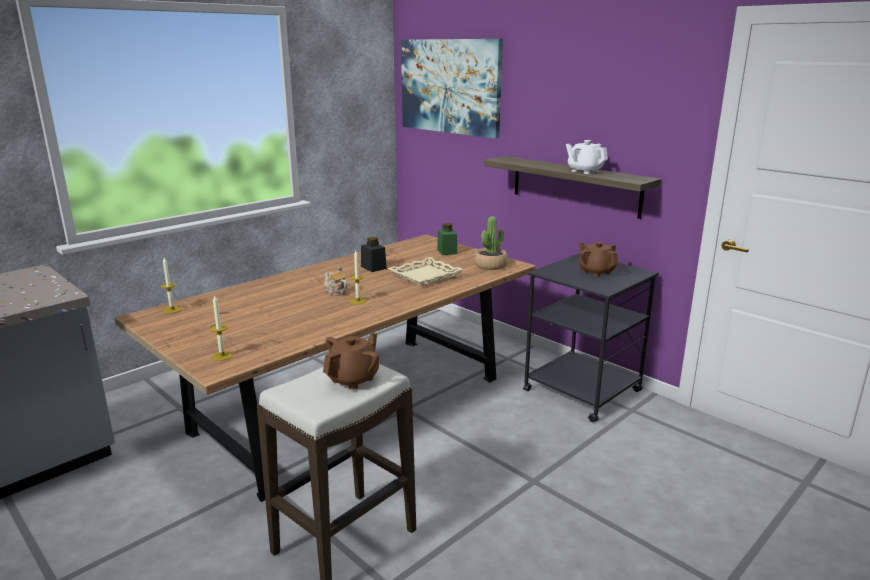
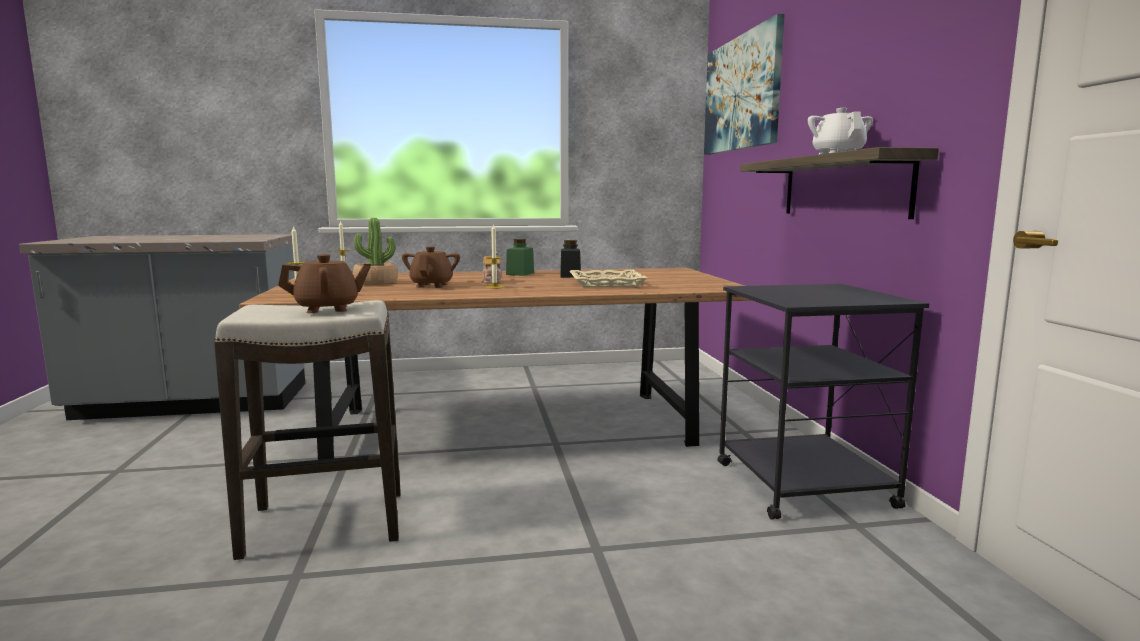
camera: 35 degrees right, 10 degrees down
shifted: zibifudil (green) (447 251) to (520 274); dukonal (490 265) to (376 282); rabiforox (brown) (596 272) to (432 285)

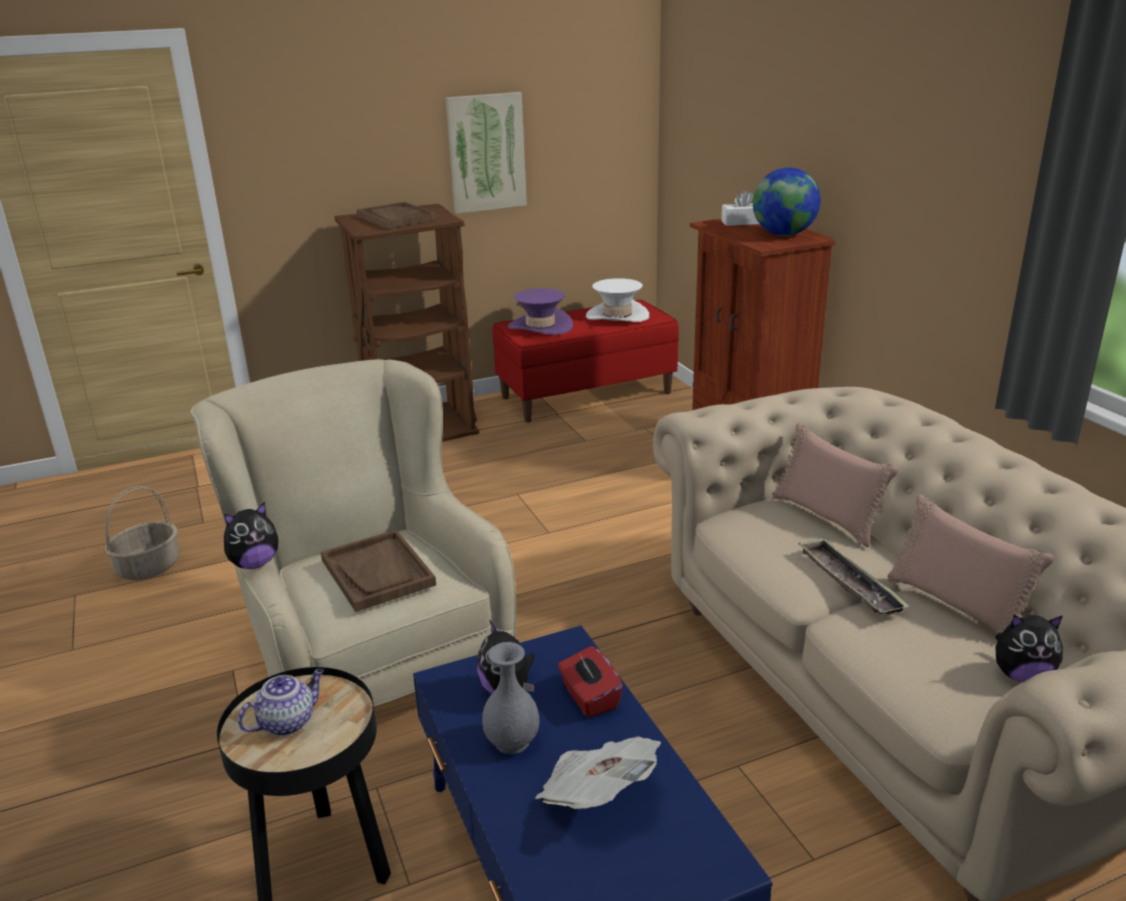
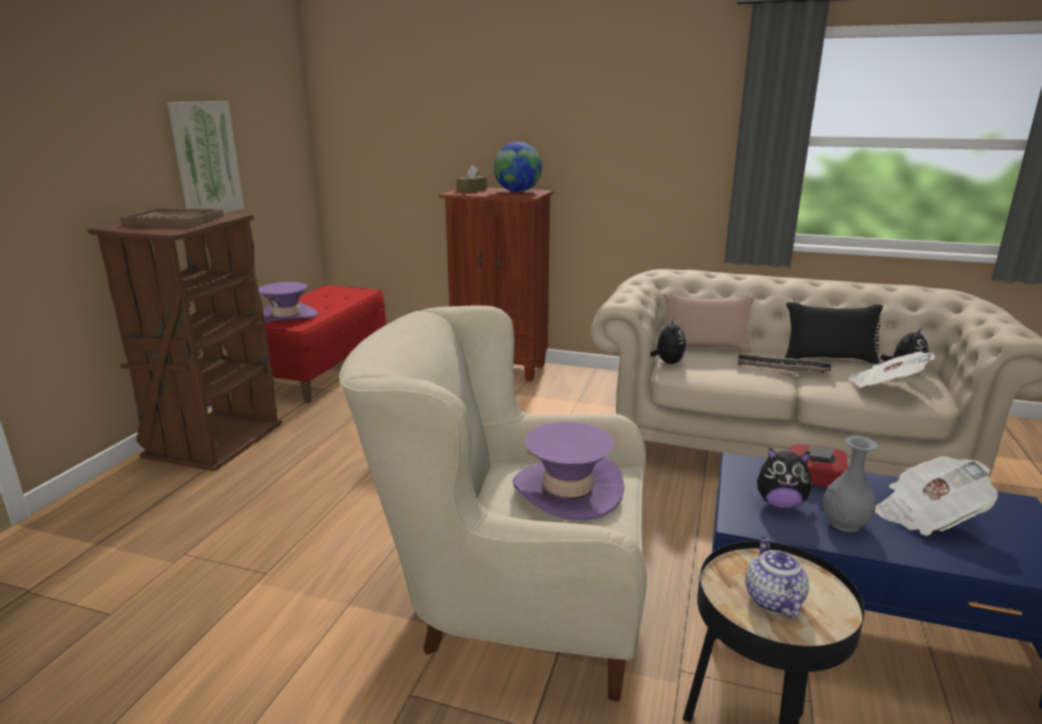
camera: 50 degrees left, 5 degrees down
gone: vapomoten (149 567); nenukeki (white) (617 316)
new: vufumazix (884 386)
shifted: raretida (254 563) to (667 362)
swapped: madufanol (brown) (378 573) to nenukeki (purple) (567 490)
repainted: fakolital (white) (742 222) to fakolital (brown) (471 190); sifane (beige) (957 606) to sifane (black) (828 359)

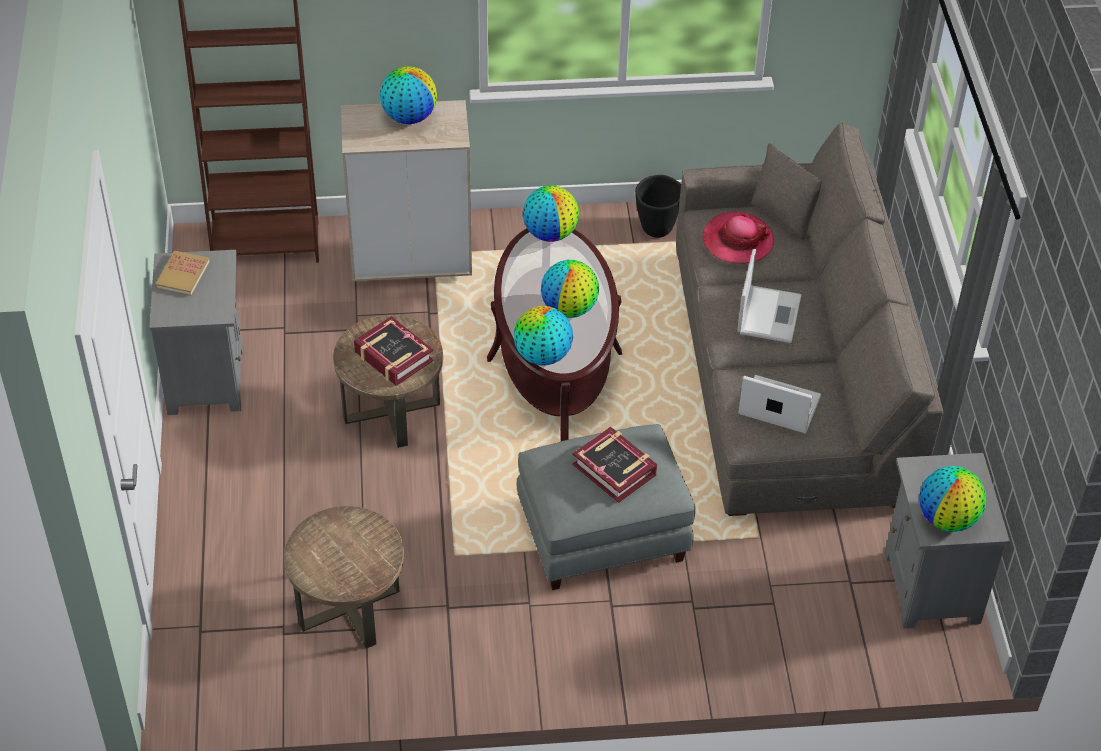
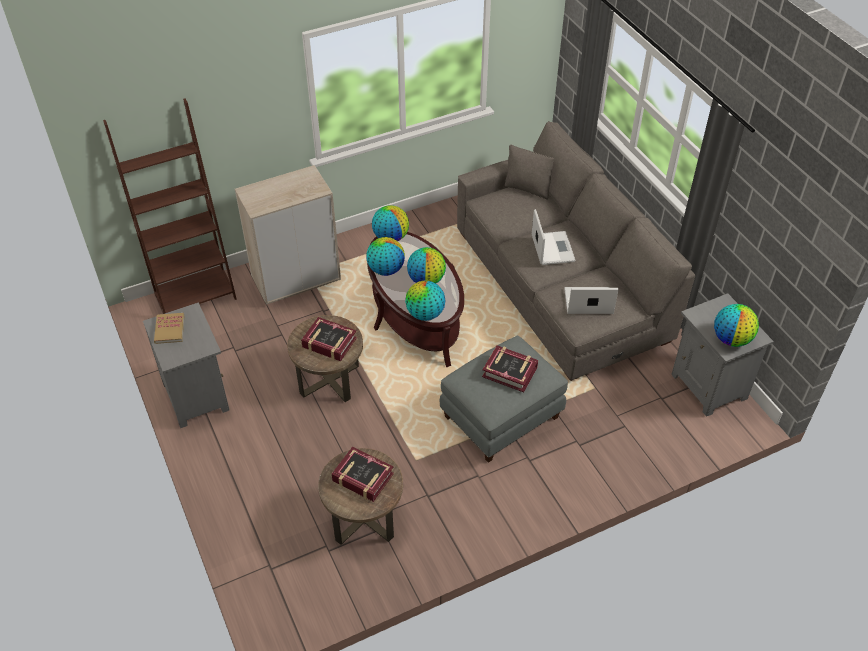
camera: 20 degrees left, 0 degrees up
gone: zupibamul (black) (656 229); nenukeki (737 241)
new: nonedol (362 478)
shifted: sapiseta (409 117) to (386 270)

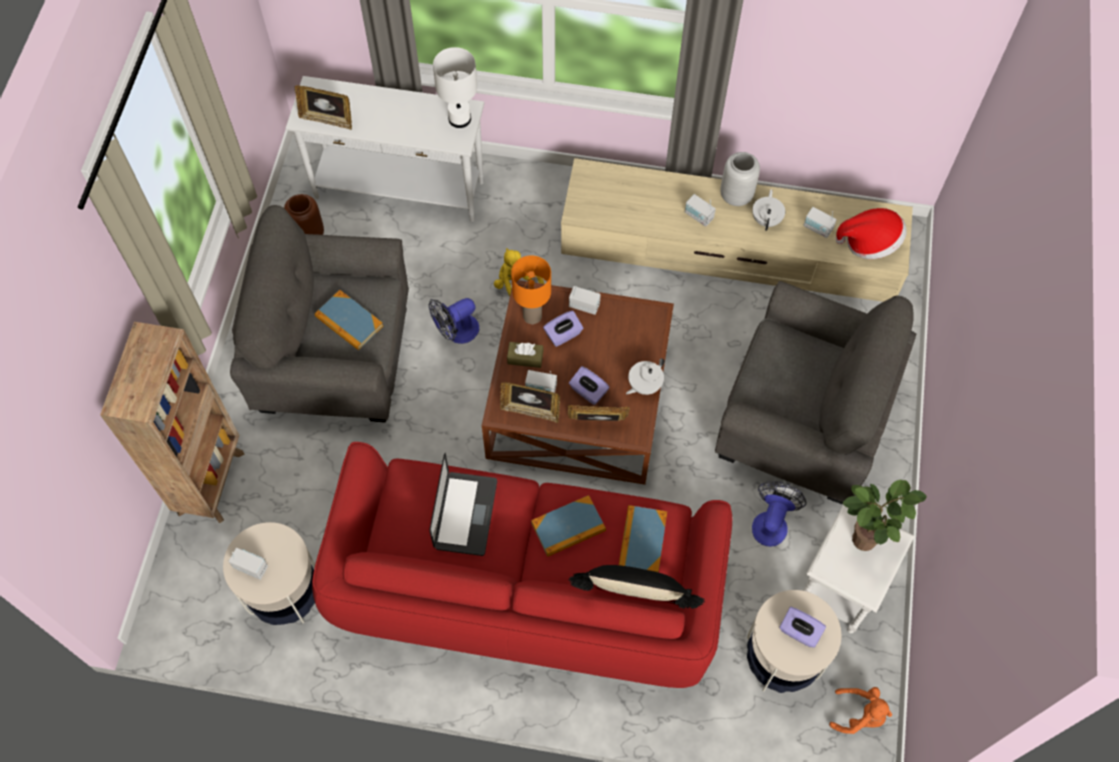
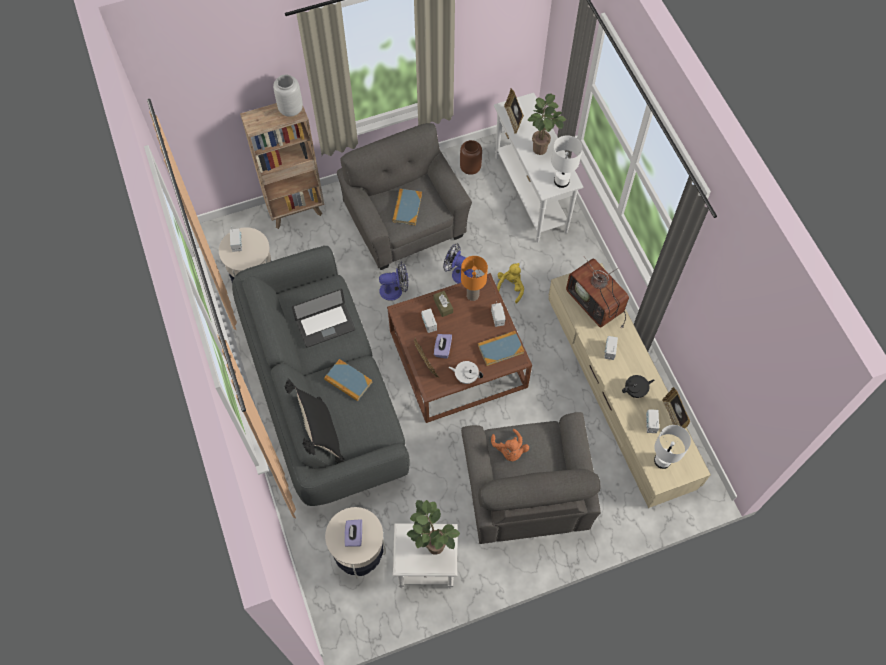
camera: 60 degrees right, 0 degrees up
gone: fakolital (purple) (563 335)
new: dukonal (541 151); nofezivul (597 303)
shifted: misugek (530 410) to (673 416); nonedol (642 540) to (500 349); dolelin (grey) (736 195) to (291 109); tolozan (771 522) to (395 290); raretida (orange) (859 714) to (509 450)
swapped: nenukeki (869 242) to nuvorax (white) (662 460)
repainted: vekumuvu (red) (526 588) to vekumuvu (grey) (324 393); rabiforox (white) (766 219) to rabiforox (black) (635 391)

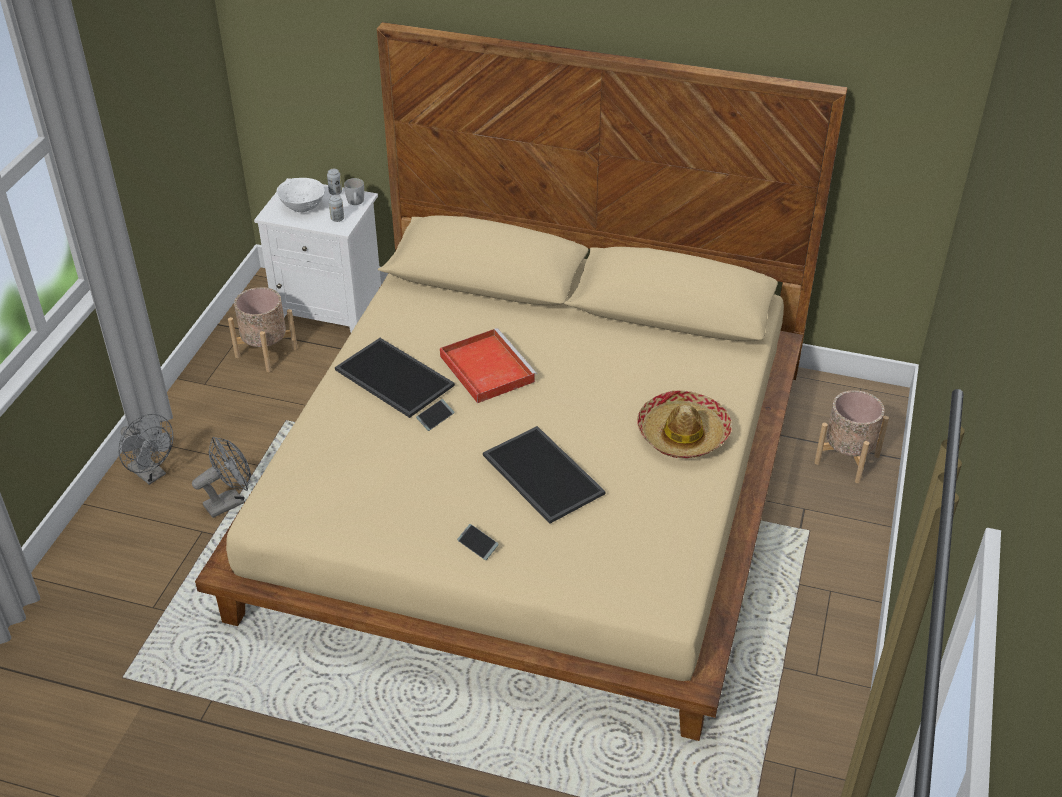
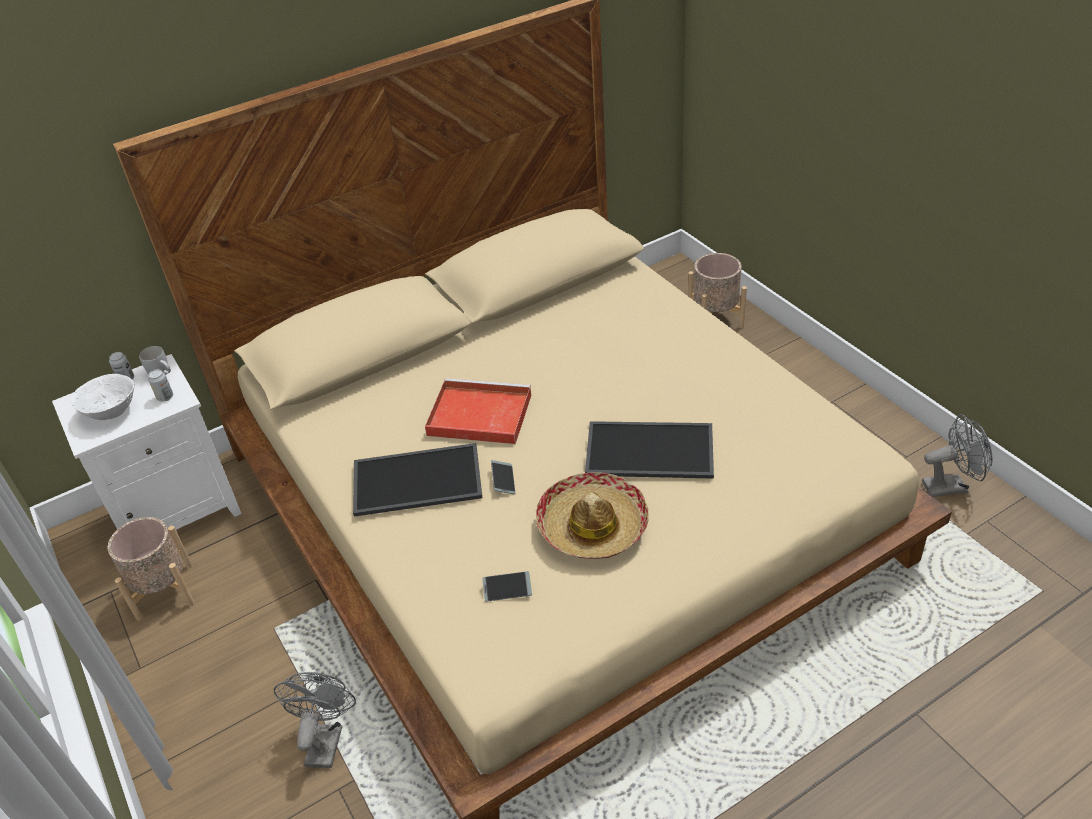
camera: 45 degrees left, 0 degrees up
shifted: tolozan (grey) (151 474) to (951 486); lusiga (477 545) to (507 589); nenukeki (683 434) to (592 526)

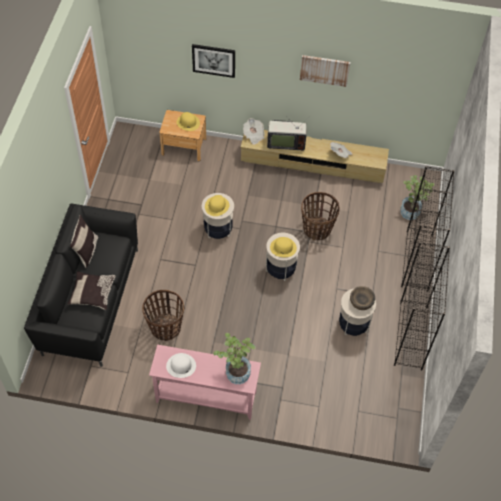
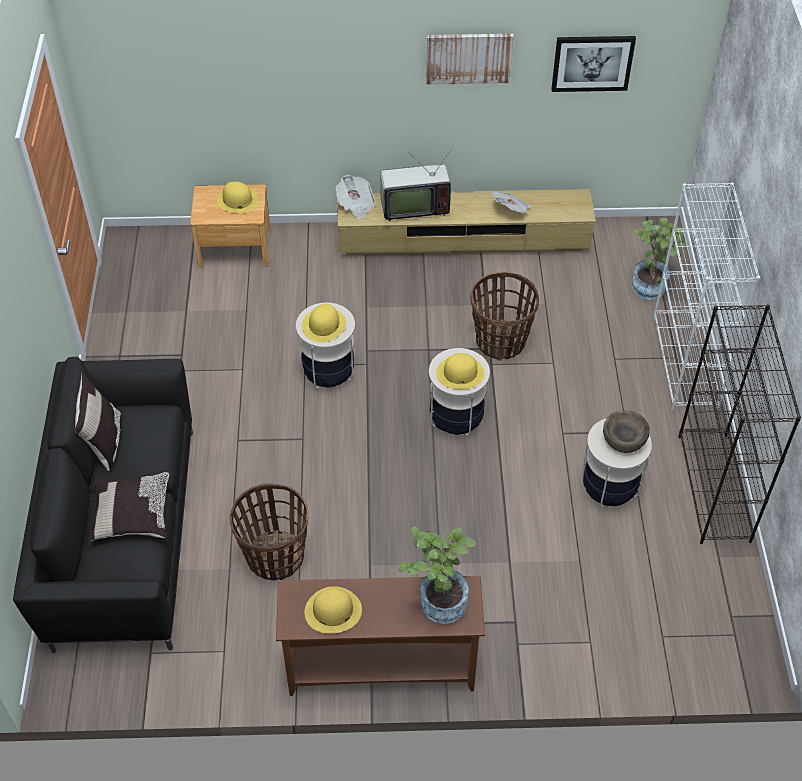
camera: 10 degrees left, 5 degrees down
shifted: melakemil (214 60) to (592 63)
repainted: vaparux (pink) (205 397) to vaparux (brown) (380 667); nenukeki (white) (181 366) to nenukeki (yellow) (333 611); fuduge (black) (417 260) to fuduge (white) (685 362)

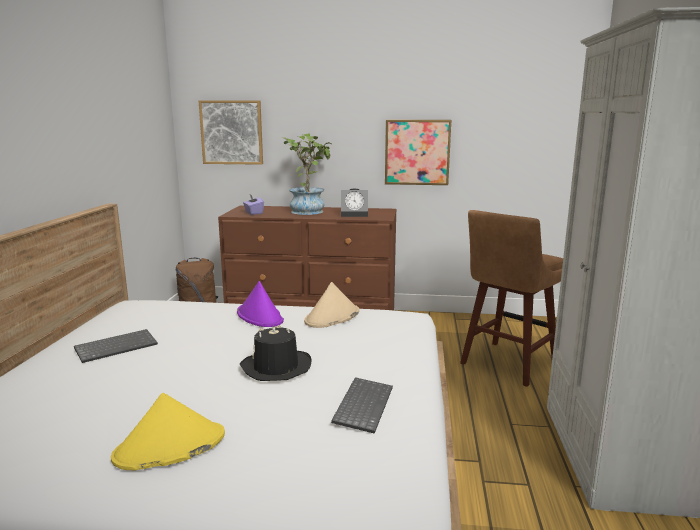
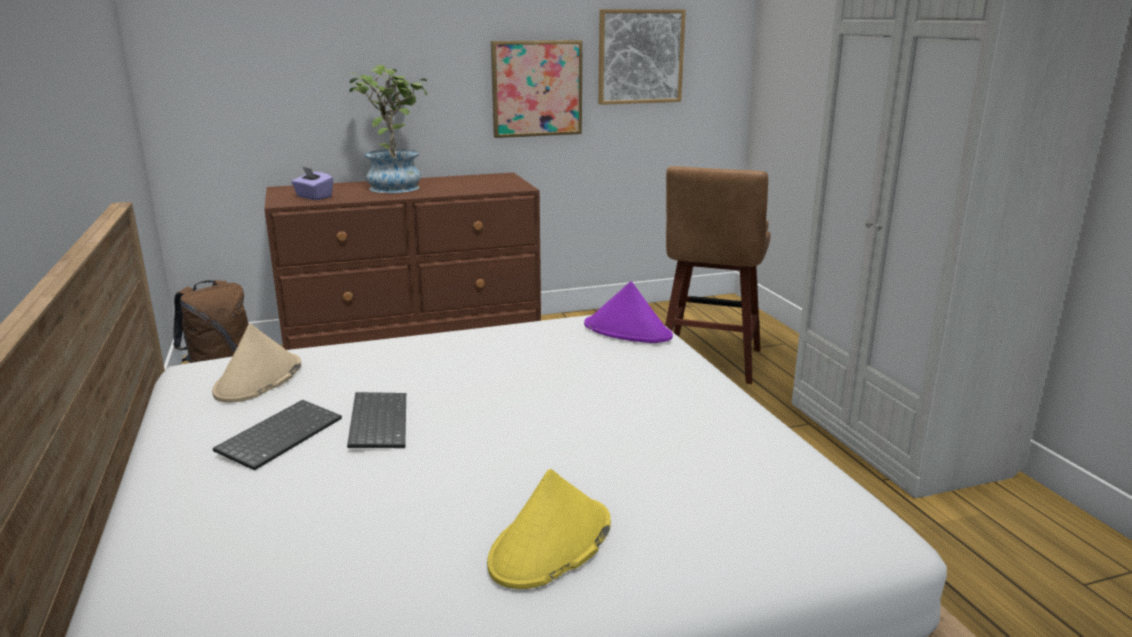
camera: 25 degrees left, 5 degrees up
gone: nenukeki (black) (276 367); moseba (355 214)
shifted: melakemil (231 132) to (640 56); nenukeki (purple) (260 316) to (628 331); nenukeki (beige) (332 317) to (258 379); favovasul (362 405) to (377 422)

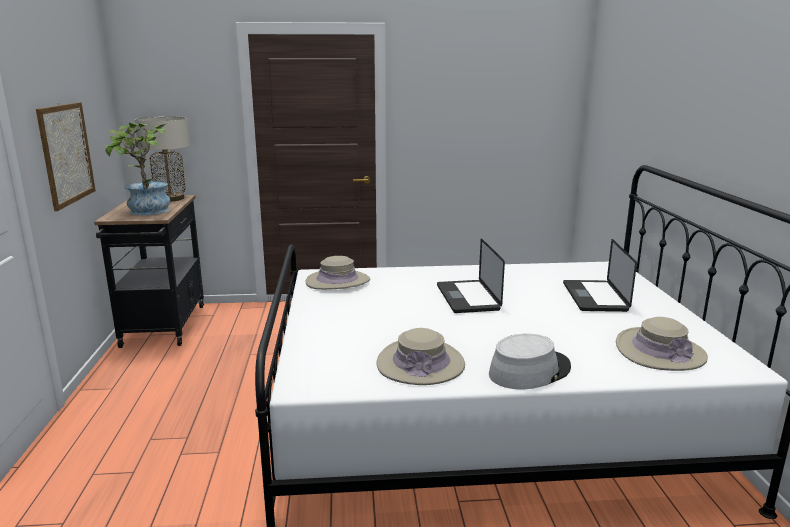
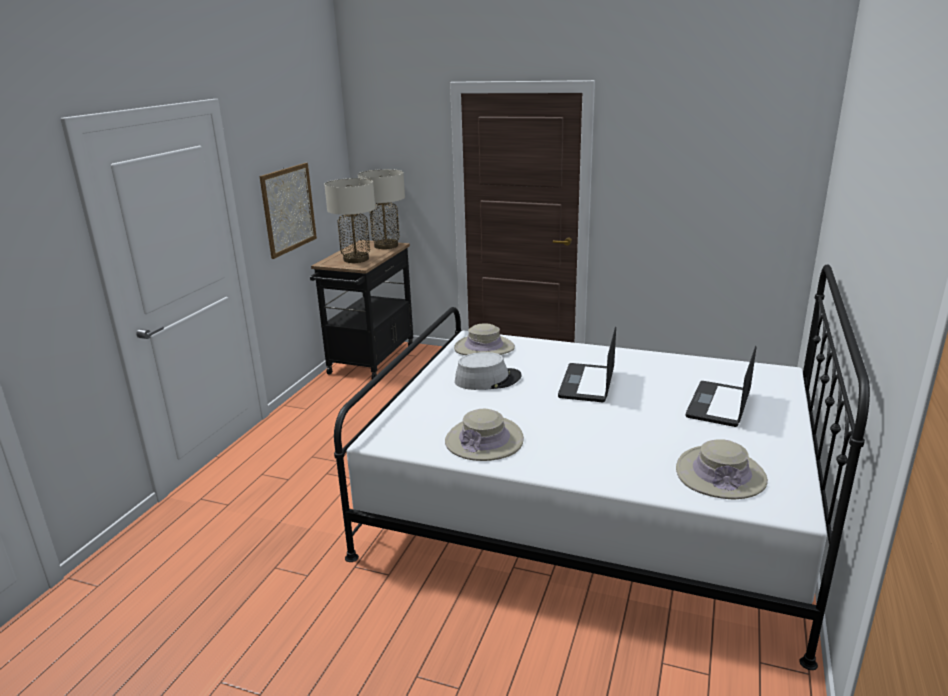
camera: 25 degrees right, 5 degrees up
shifted: nenukeki (grey) (529 371) to (488 379)
swapped: dukonal (146 212) to nuvorax (356 259)

